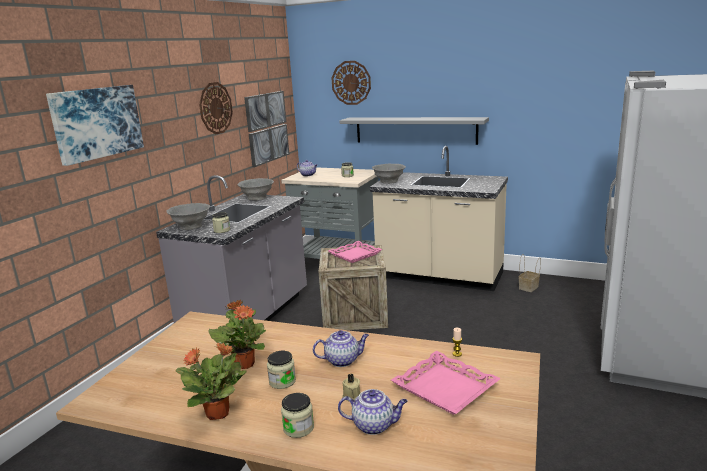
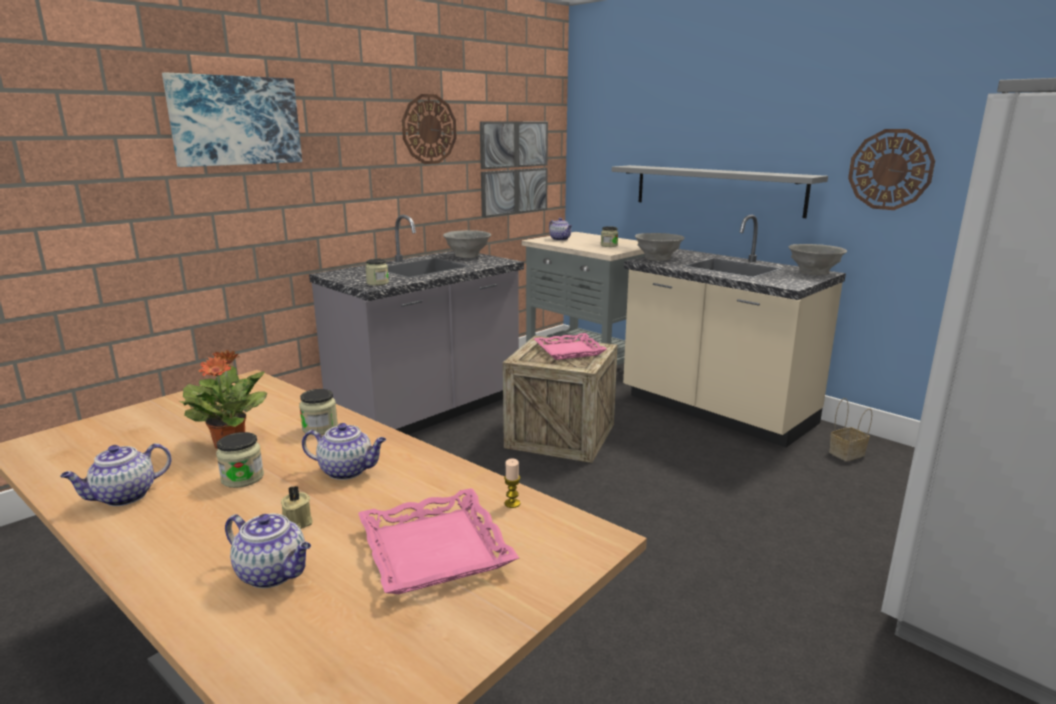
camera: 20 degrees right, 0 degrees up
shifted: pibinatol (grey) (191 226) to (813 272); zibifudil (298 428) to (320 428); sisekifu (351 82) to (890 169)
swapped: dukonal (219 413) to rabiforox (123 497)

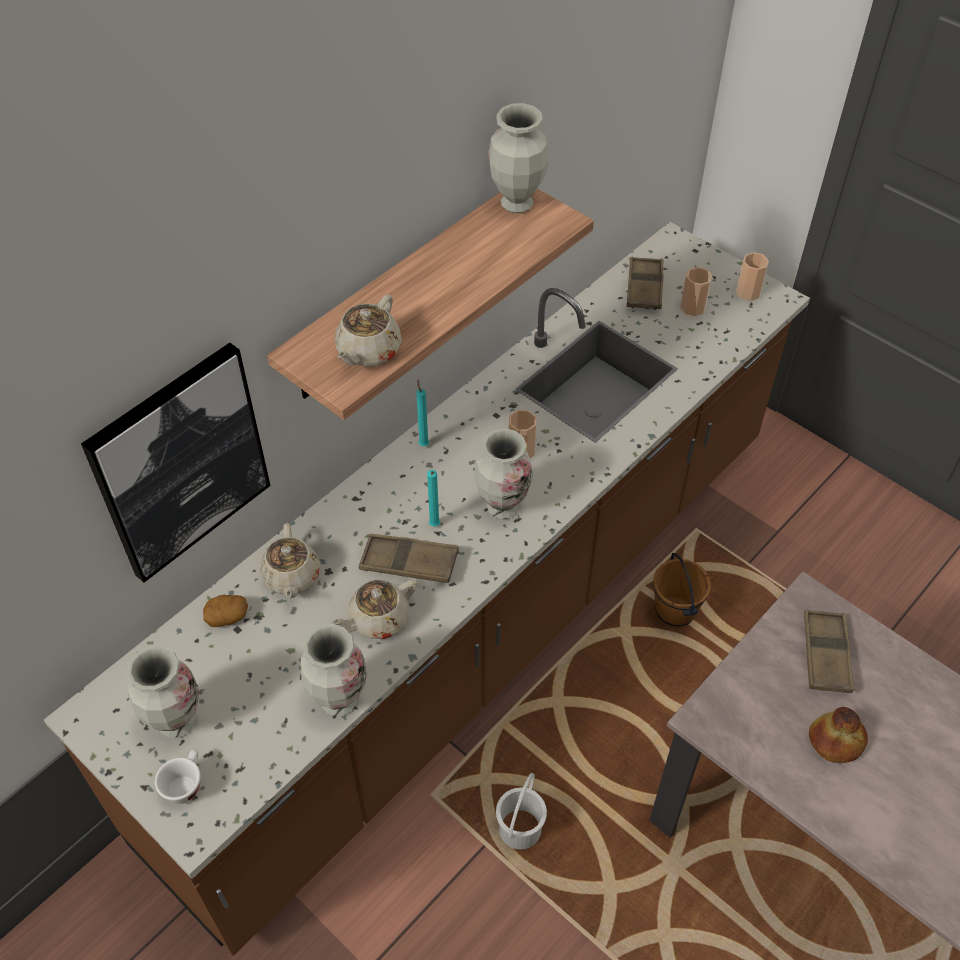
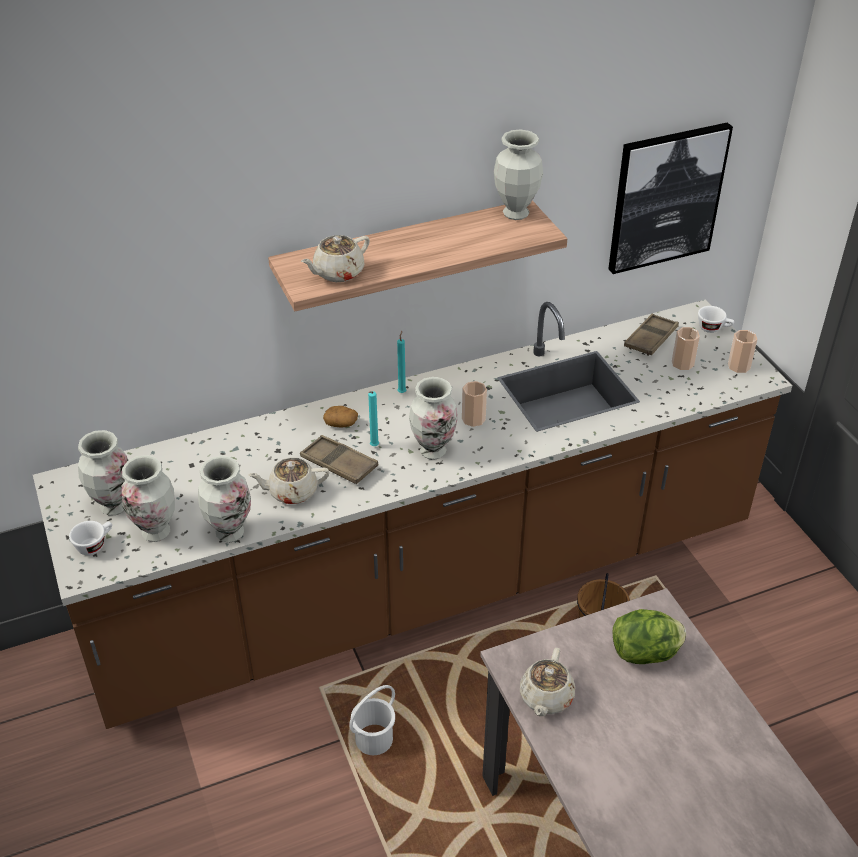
camera: 25 degrees right, 10 degrees down
gone: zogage (836 741)
new: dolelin (156 532); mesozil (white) (713 328)
shifted: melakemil (180 462) to (666 197); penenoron (227 616) to (341 423); rabiforox (beige) (291 577) to (546 697)
swapped: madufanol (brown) (825 654) to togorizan (645 653)

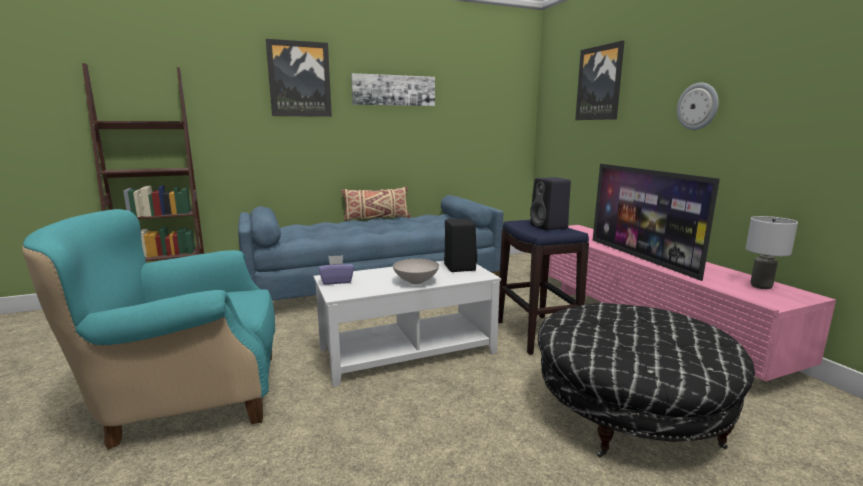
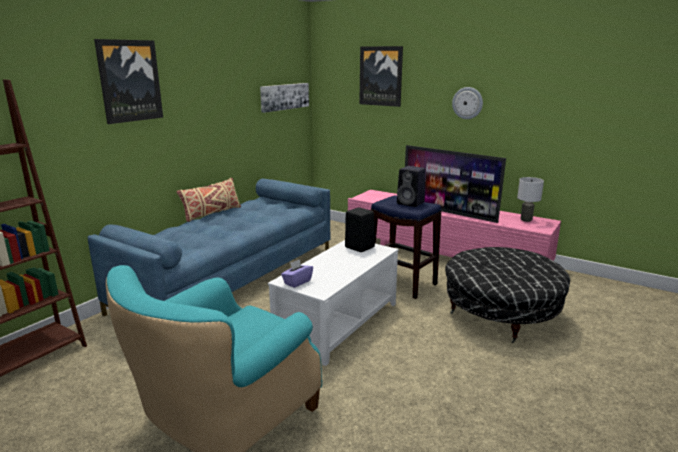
camera: 35 degrees left, 5 degrees up
gone: pibinatol (white) (415 282)
shifted: melakemil (393 90) to (284 96)

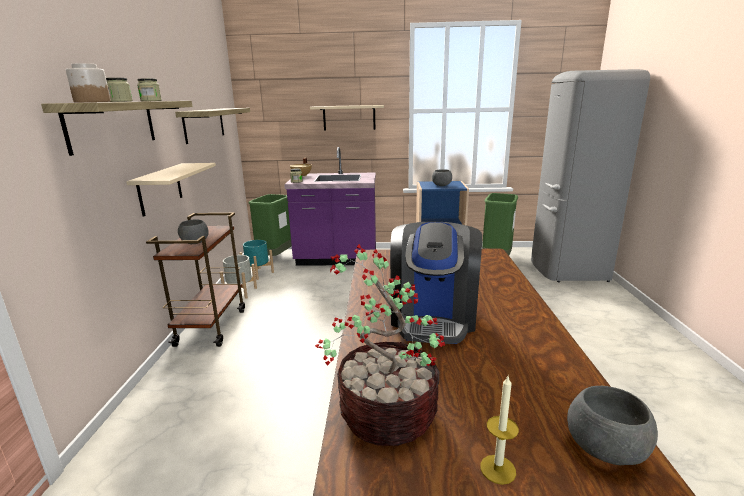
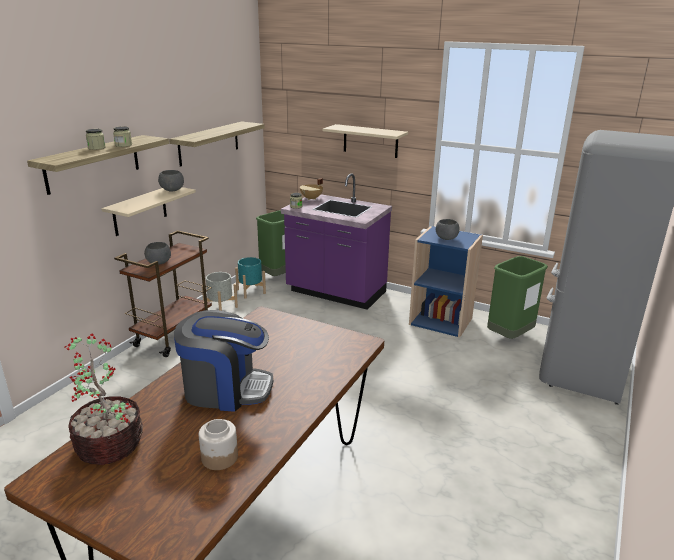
camera: 25 degrees right, 5 degrees up
gone: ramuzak (498 469)
shifted: zibifudil (92 102) to (219 457); pibinatol (grey) (605 451) to (172 190)
rotated: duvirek (433 317) = (226 389) 120 degrees counterclockwise

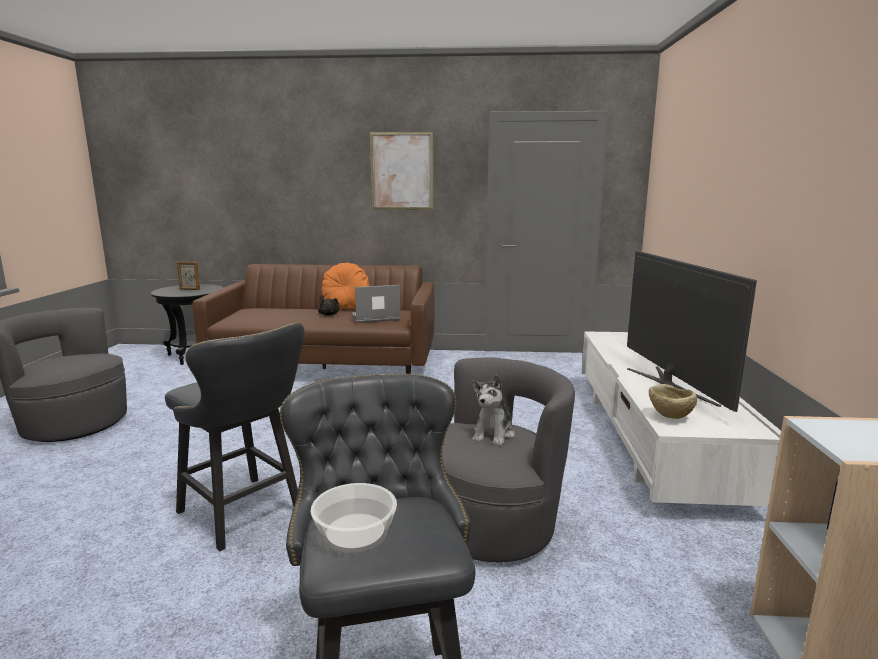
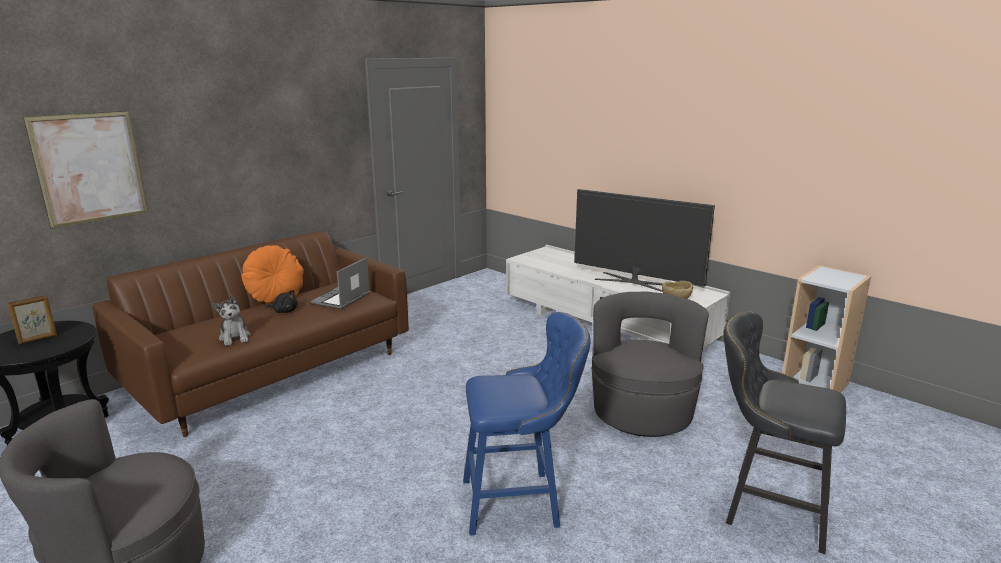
camera: 50 degrees left, 5 degrees up
gone: pibinatol (355 533)
shifted: melakemil (402 171) to (90 168); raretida (493 434) to (235 337)
repainted: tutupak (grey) (247 517) to tutupak (blue) (523 501)

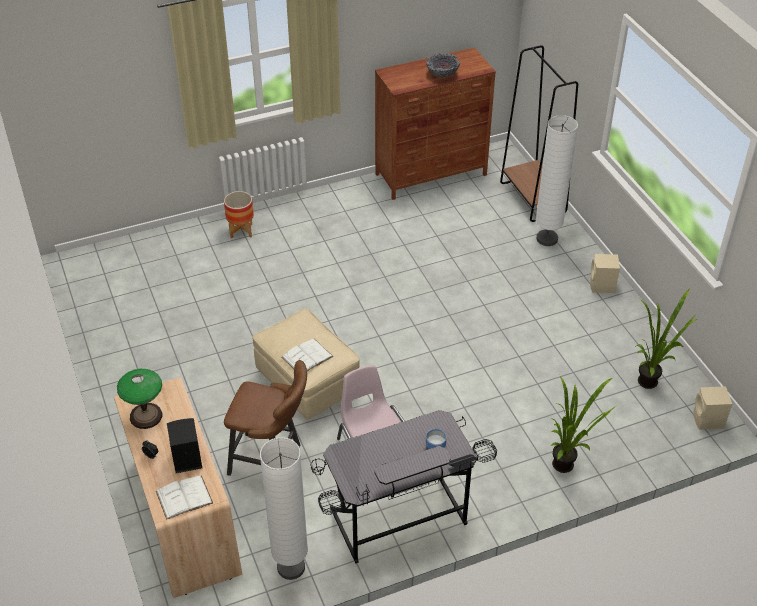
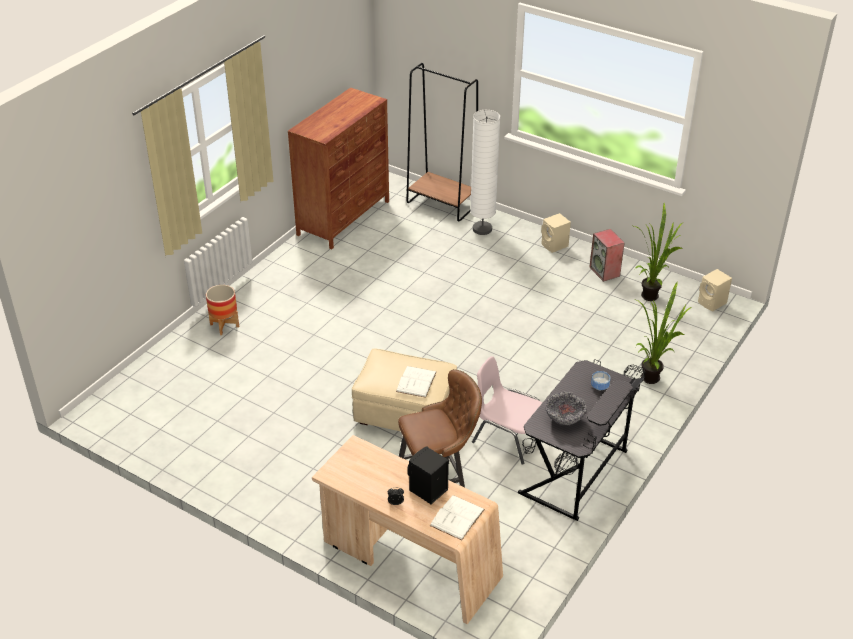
camera: 35 degrees left, 5 degrees down
gone: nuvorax (145 416); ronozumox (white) (291 567)
new: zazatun (605 272)
shifted: pibinatol (442 74) to (564 419)

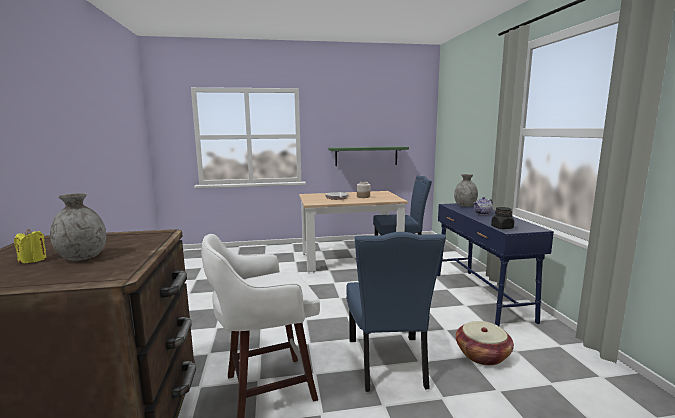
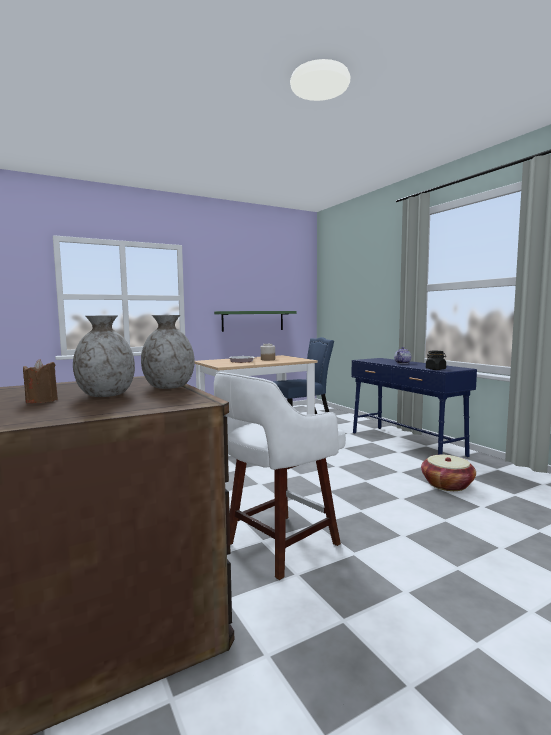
camera: 20 degrees left, 5 degrees down
gone: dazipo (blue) (388 360)
shifted: dolelin (grey) (465 205) to (169 387)
repainted: ramuzak (yellow) (33 260) to ramuzak (brown) (42 401)

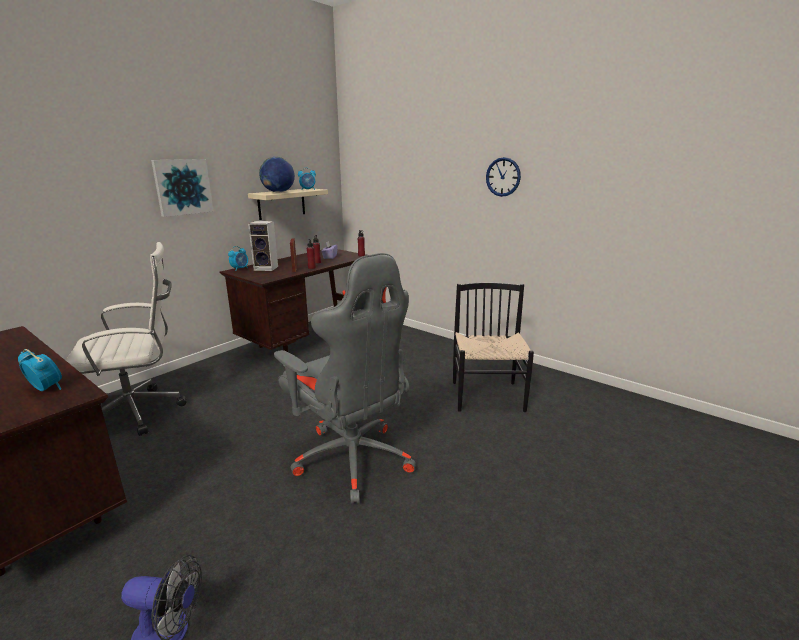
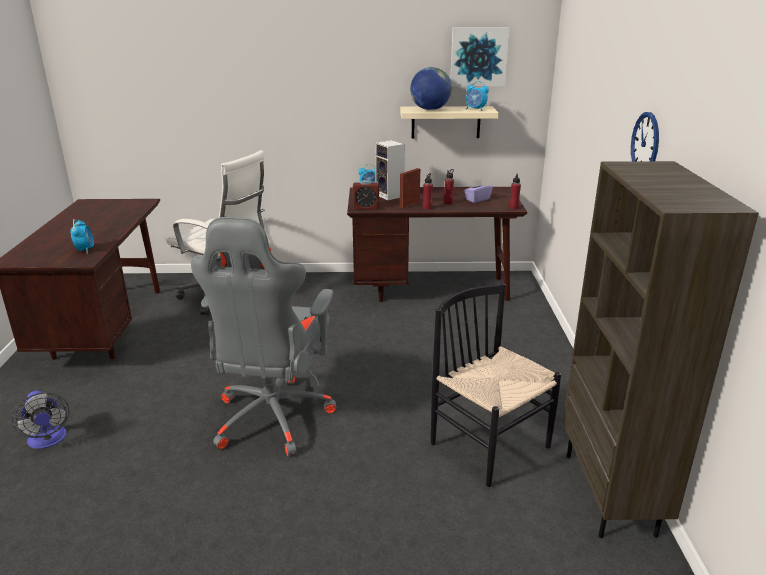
camera: 50 degrees right, 5 degrees up
new: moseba (366 208); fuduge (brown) (610 494)
shifted: melakemil (183 187) to (478 57)
rotated: dazipo (black) (487 395) = (486 443) 90 degrees counterclockwise

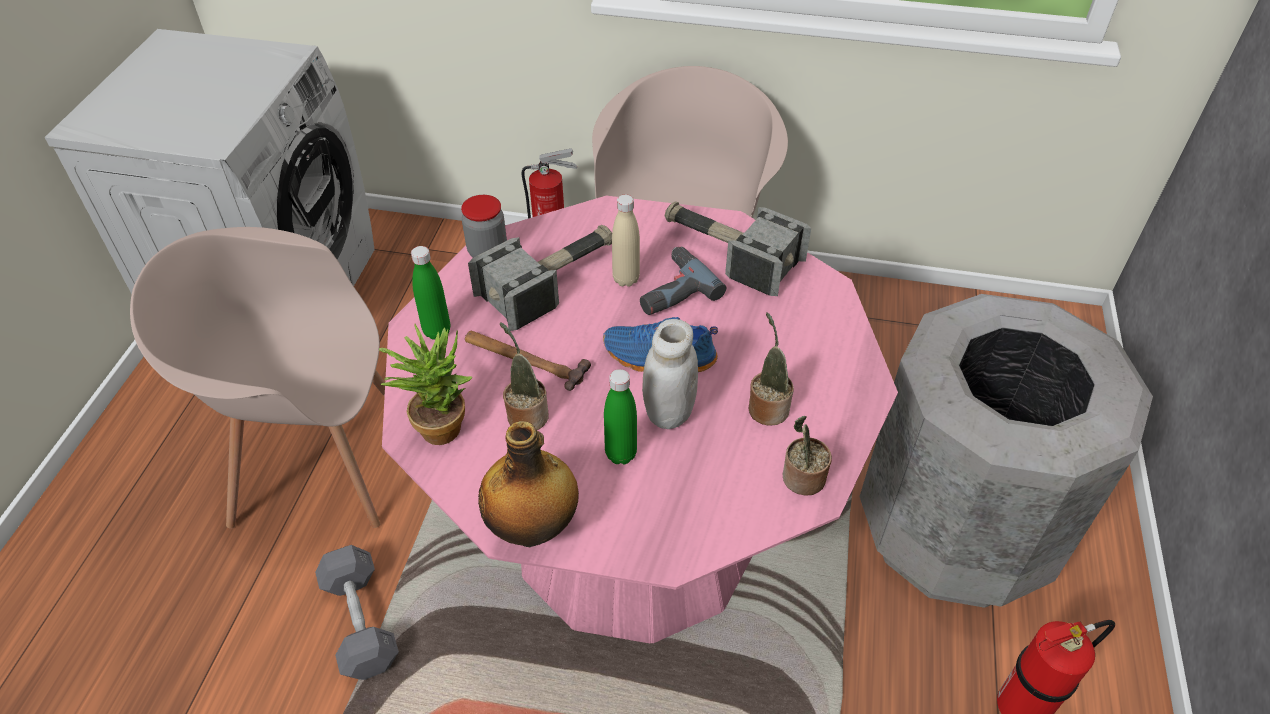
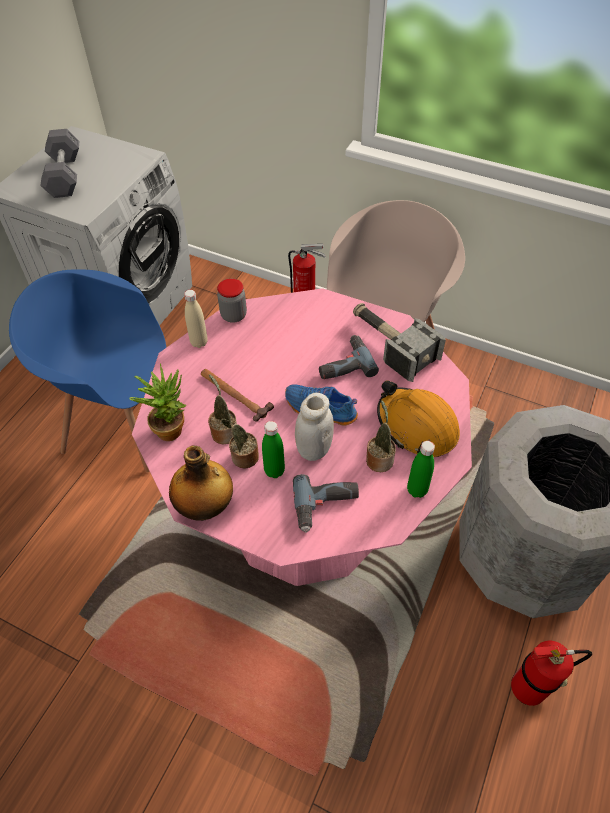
camera: 15 degrees right, 5 degrees up
gone: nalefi (552 281)
new: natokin (326 506); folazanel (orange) (416 426)
shifted: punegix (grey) (360 622) to (64 175); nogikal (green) (437 331) to (417 490); nogikal (beige) (626 279) to (199 342); dukonal (801 479) to (243 457)
repainted: dazipo (beige) (319 465) to dazipo (blue) (123 424)

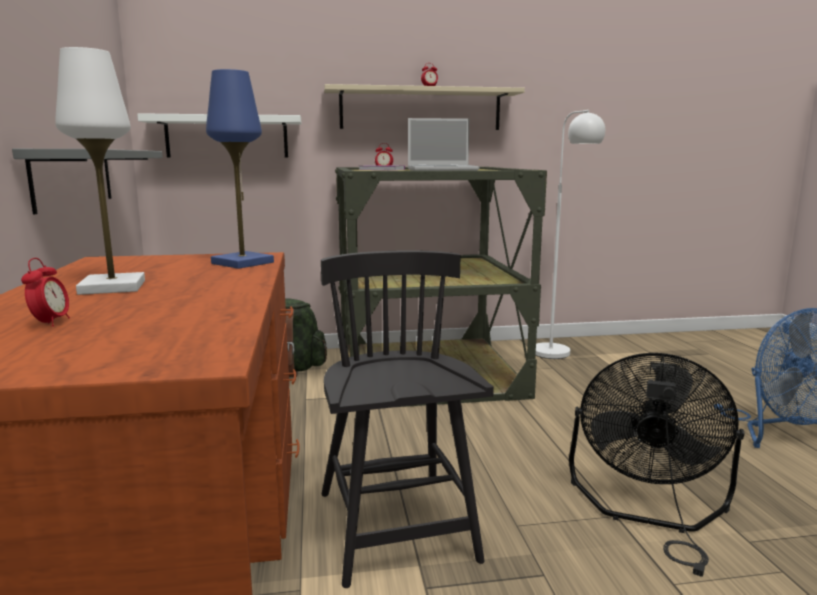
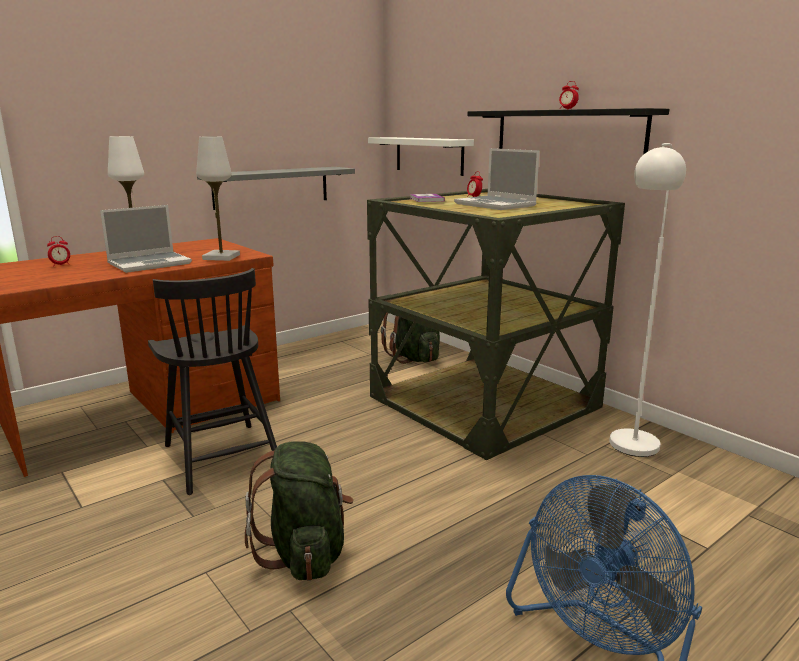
camera: 60 degrees right, 5 degrees up
new: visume (150 263)
swapped: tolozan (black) (653 513) to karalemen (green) (305 553)
repainted: nuvorax (blue) (243 263) to nuvorax (white) (221 257); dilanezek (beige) (420 109) to dilanezek (black) (567 132)
rotated: dazipo (black) (397 527) = (221 455) 105 degrees clockwise

